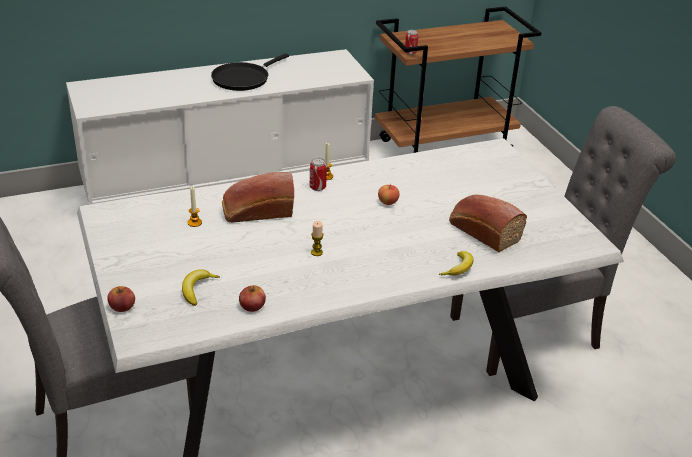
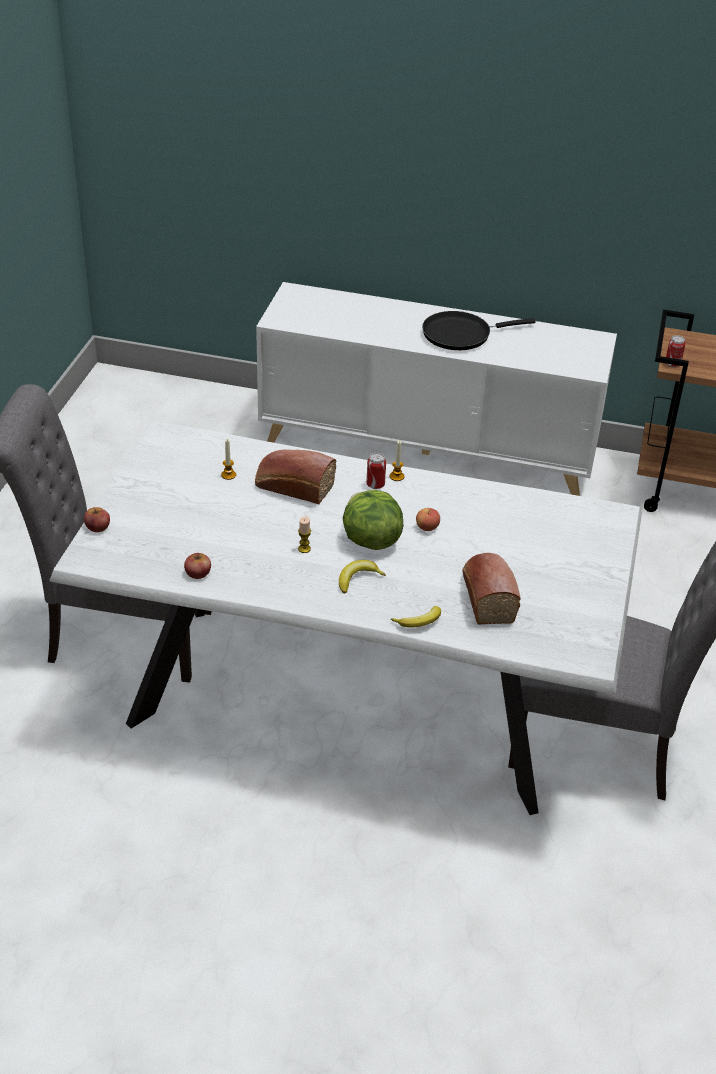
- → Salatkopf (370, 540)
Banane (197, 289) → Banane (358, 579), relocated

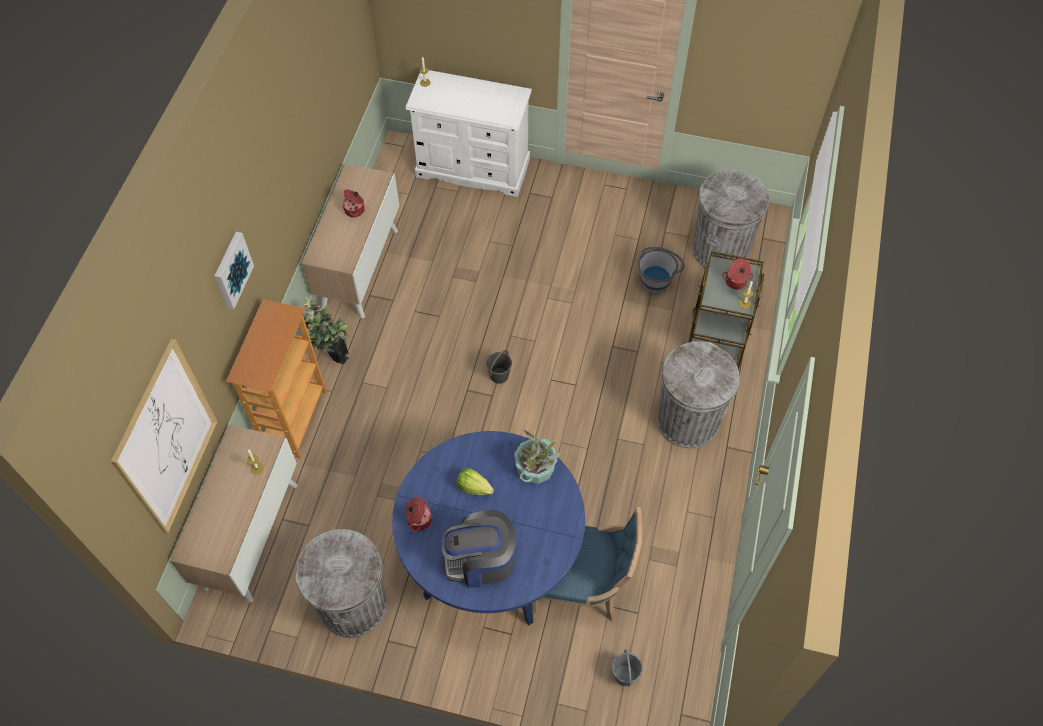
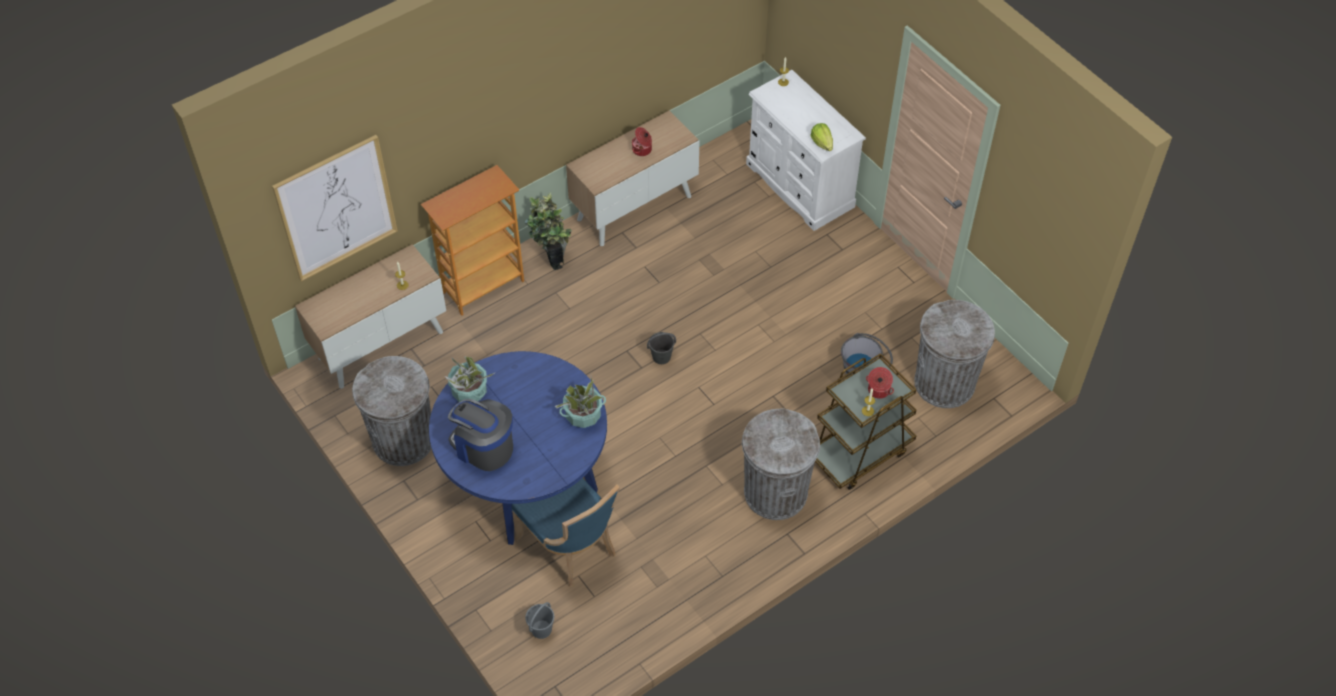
Bild (231, 270) → -
Salatkopf (474, 487) → Salatkopf (822, 143), relocated
Kochtopf (418, 519) → Topfpflanze (469, 390)

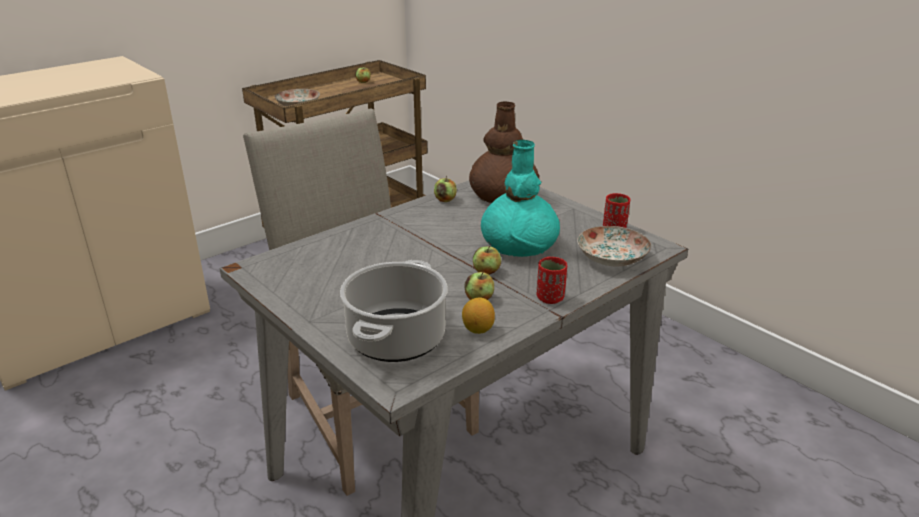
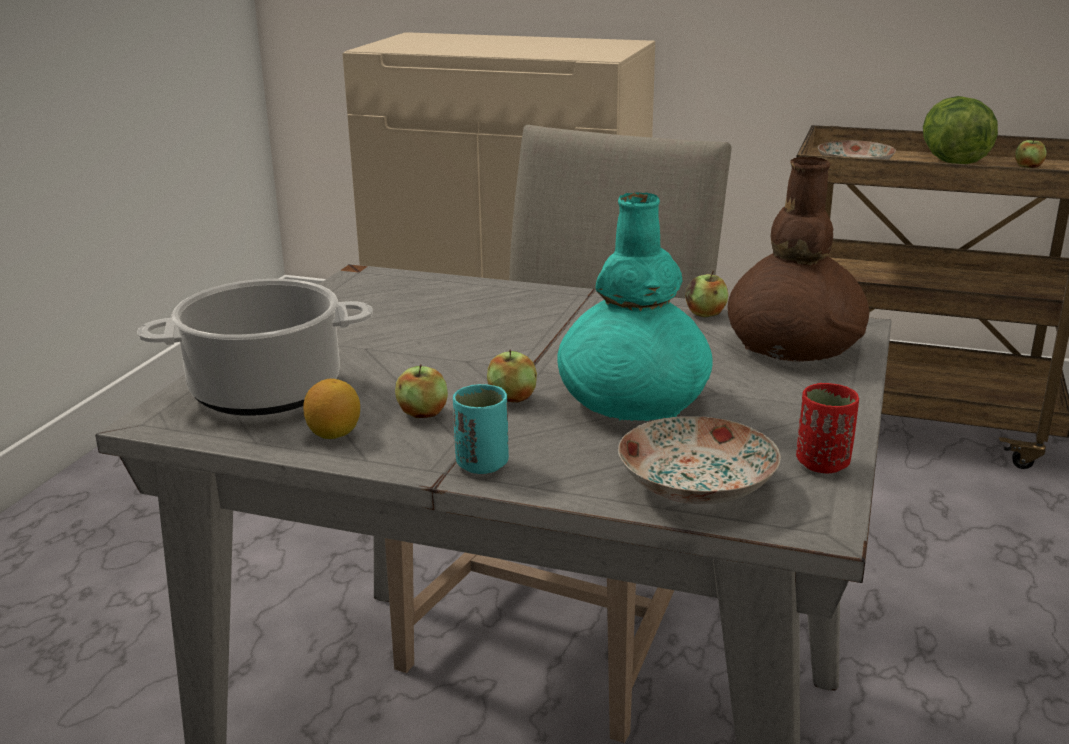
- → Salatkopf (952, 161)
Tasse [rot] (550, 298) → Tasse [türkis] (482, 464)

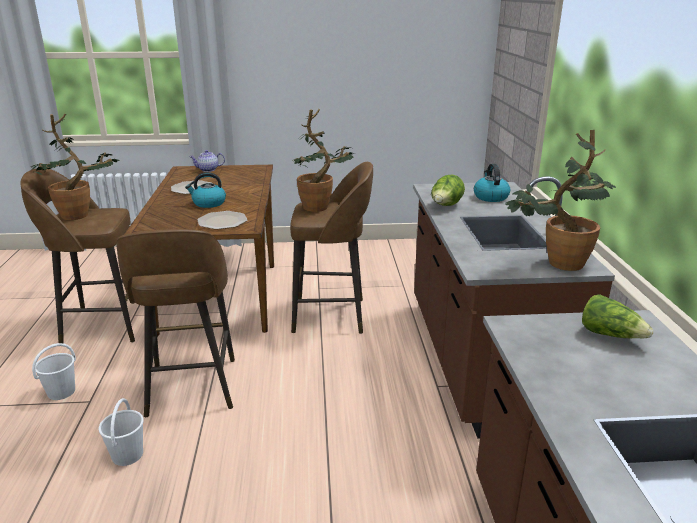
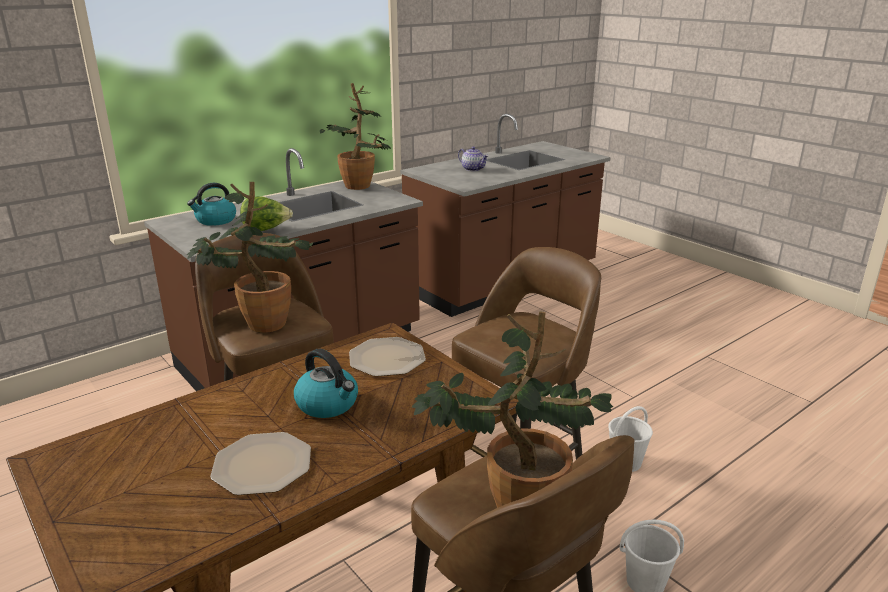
Salatkopf (610, 335) → -
Teekanne (208, 170) → Teekanne (473, 169), relocated

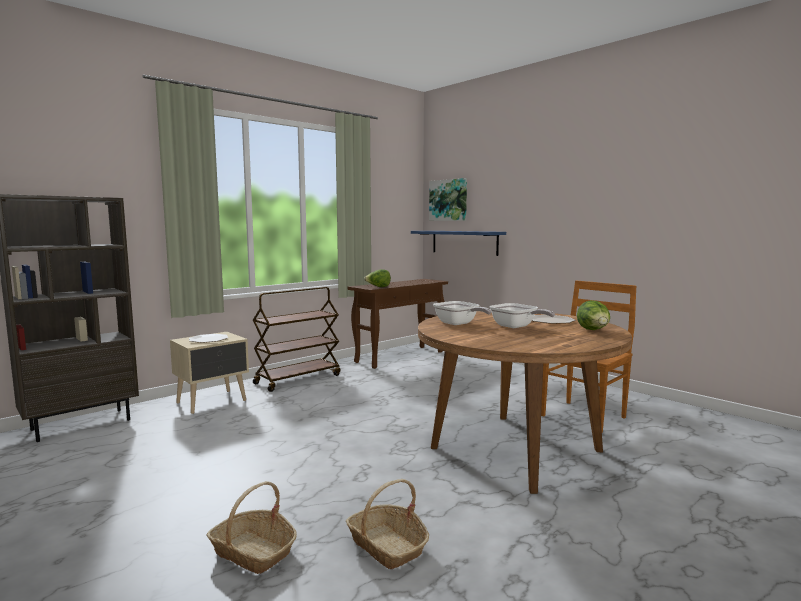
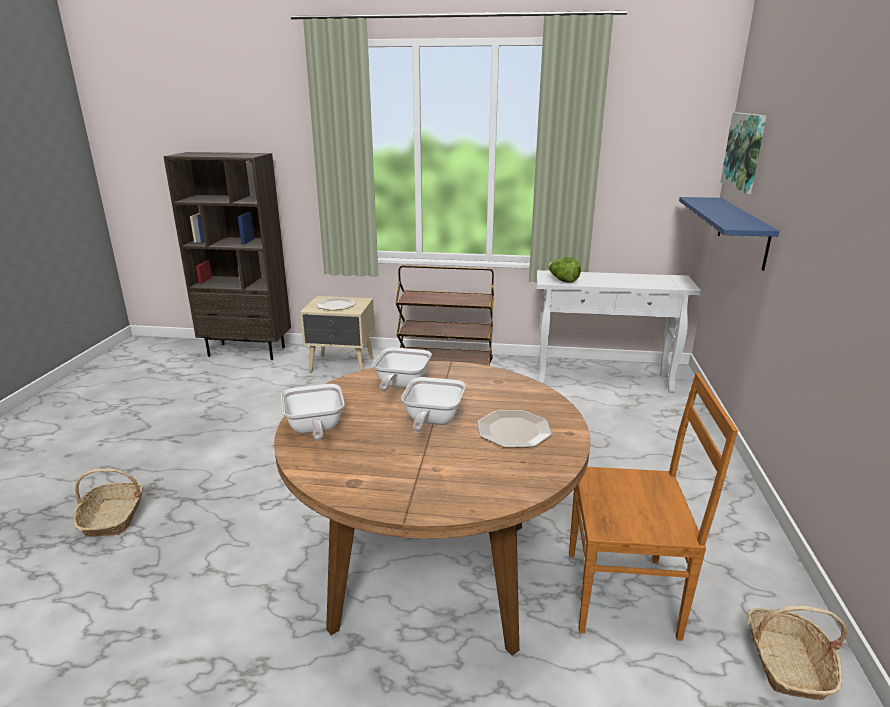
Salatkopf (593, 331) → -
- → Pfanne (314, 429)
Korb (387, 546) → Korb (787, 663), relocated
Konsolentisch [braun] (400, 357) → Konsolentisch [weiß] (604, 379)

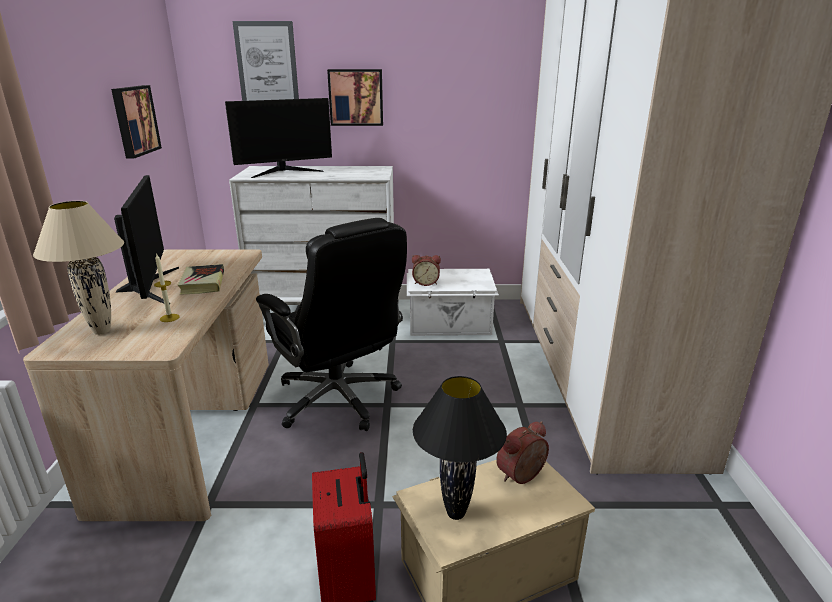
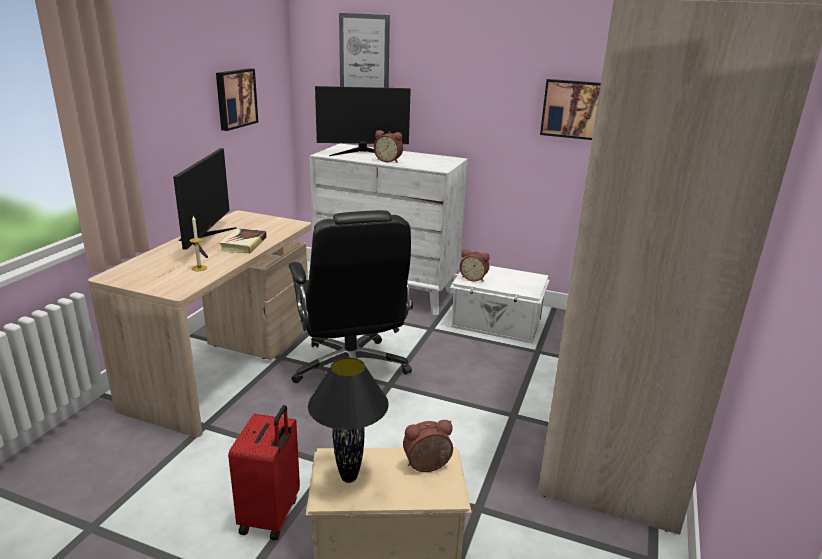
Tischlampe [beige] (101, 331) → -
- → Wecker (388, 160)
Bild (356, 97) → Bild (571, 109), relocated

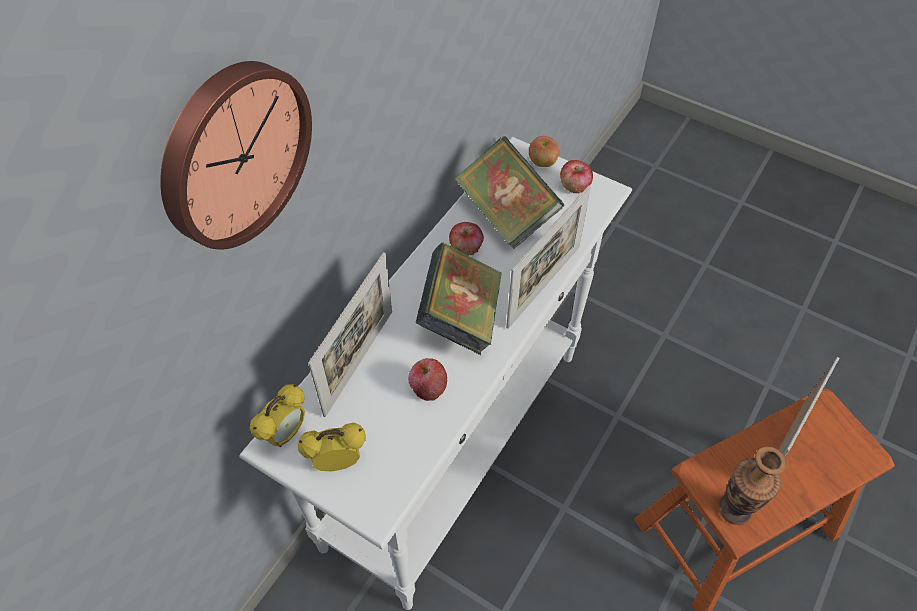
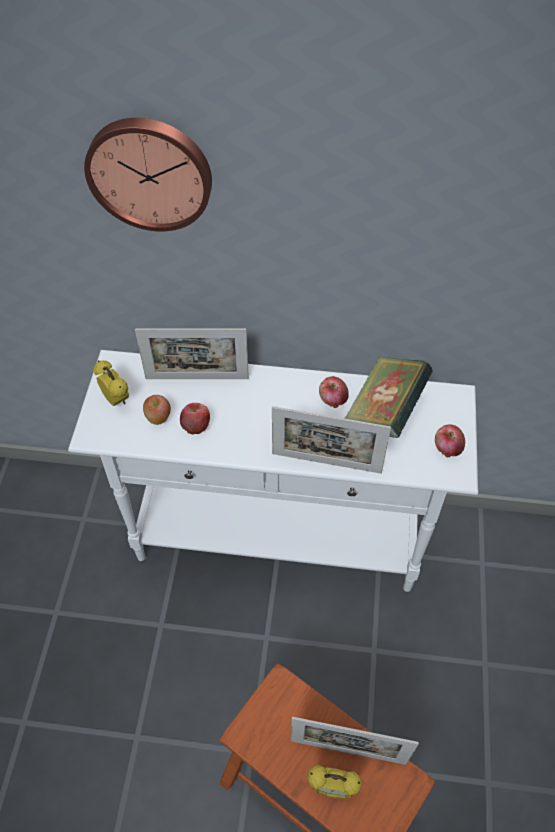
Buch (460, 317) → -
Vase (734, 509) → -
Wecker (285, 434) → Wecker (332, 788), relocated
Apfel (542, 163) → Apfel (158, 418), relocated

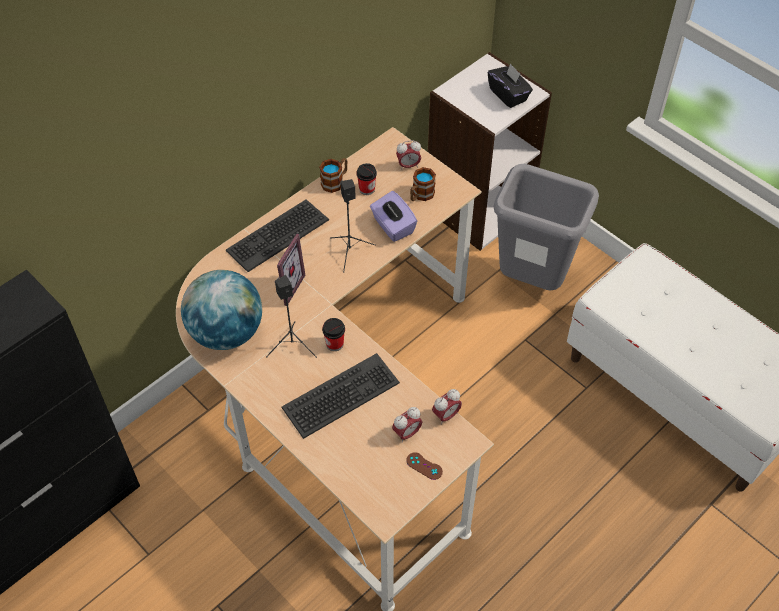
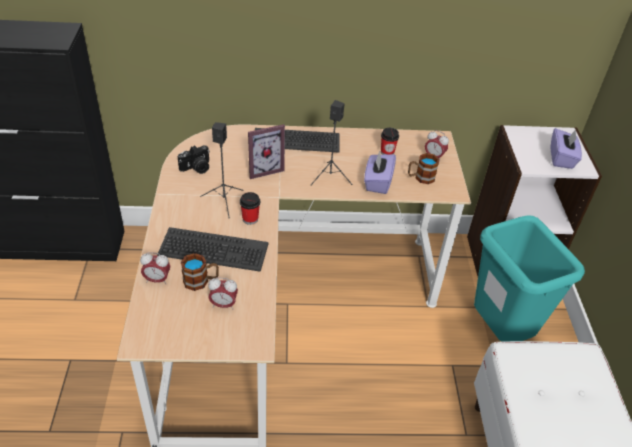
Gamepad [braun] (424, 466) → -
Henkelbecher (335, 181) → Henkelbecher (201, 281), relocated
Wecker (446, 415) → Wecker (157, 280), relocated
Globus (226, 332) → Kamera (196, 168)
Taschentuchbox [schwarz] (508, 95) → Taschentuchbox [lila] (561, 158)
Mülleimer [grau] (532, 282) → Mülleimer [türkis] (499, 332)

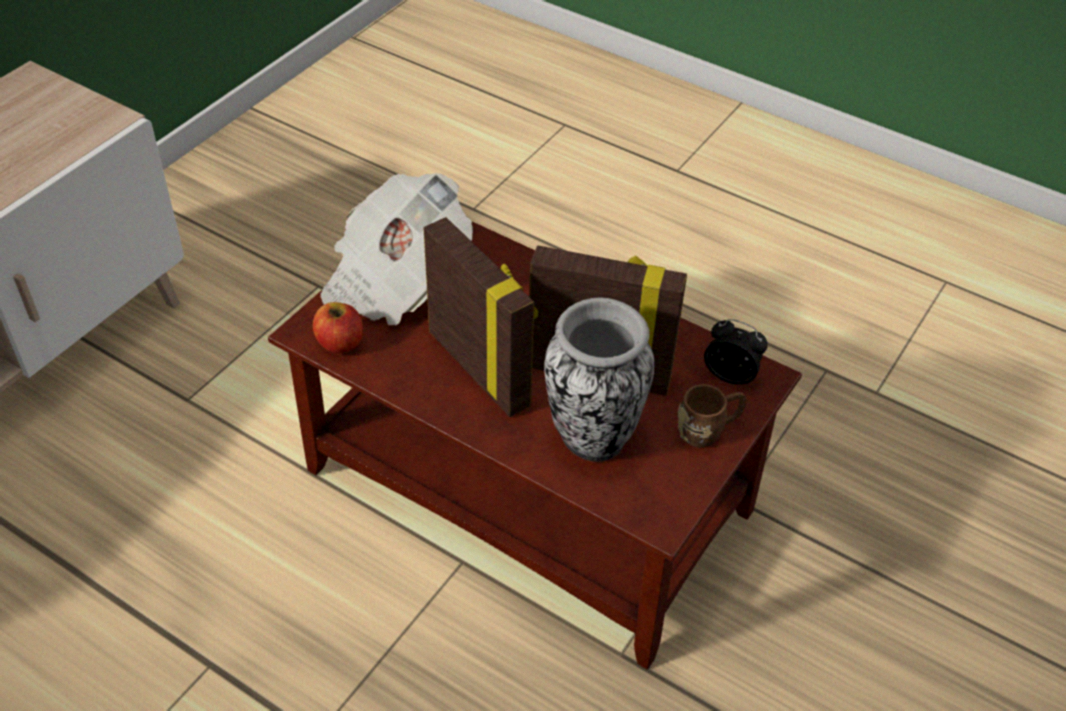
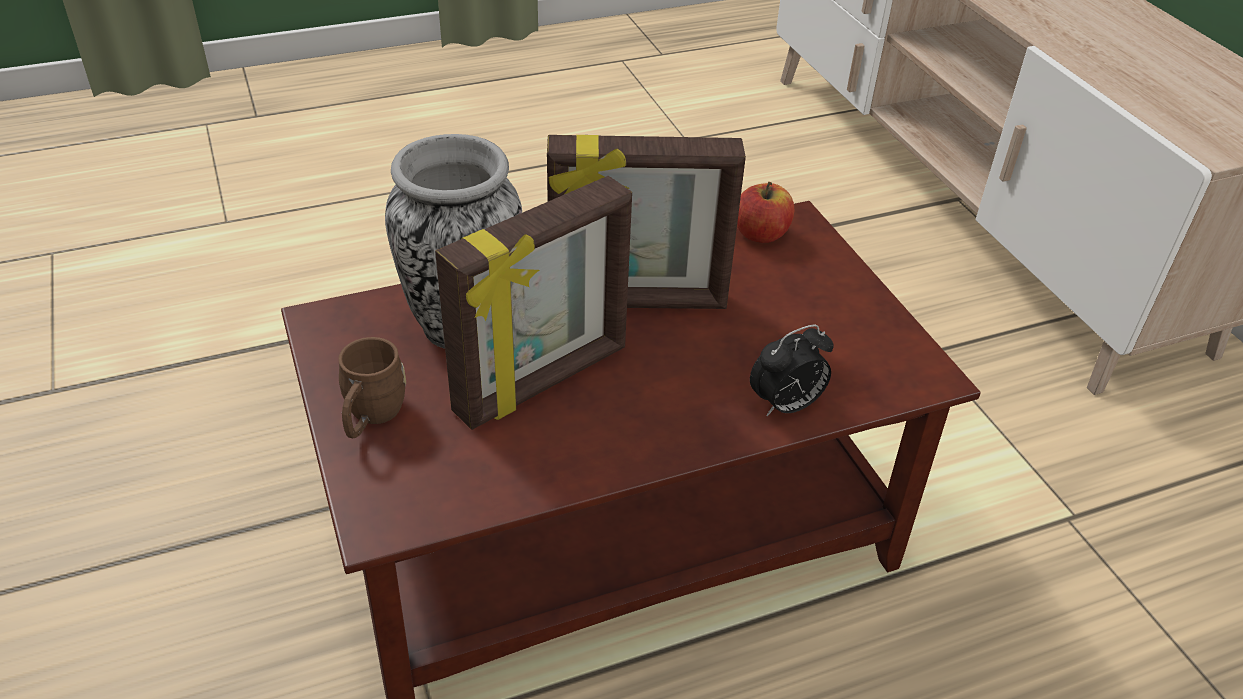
Zeitung (395, 279) → -
Wecker (731, 375) → Wecker (786, 405), relocated

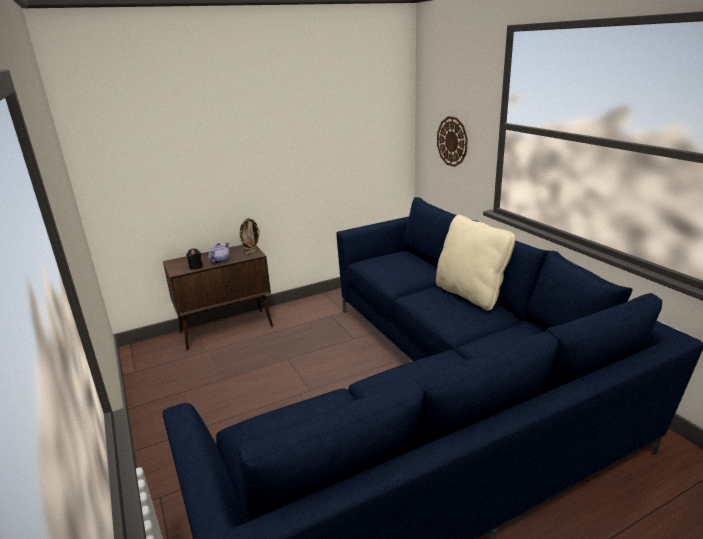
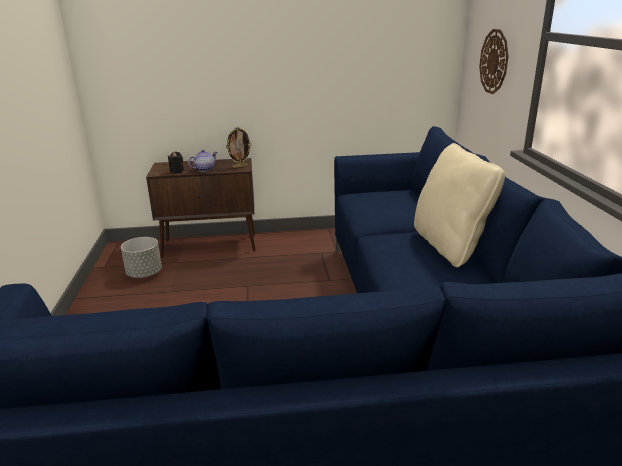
- → Pflanzkübel [grau] (144, 273)

